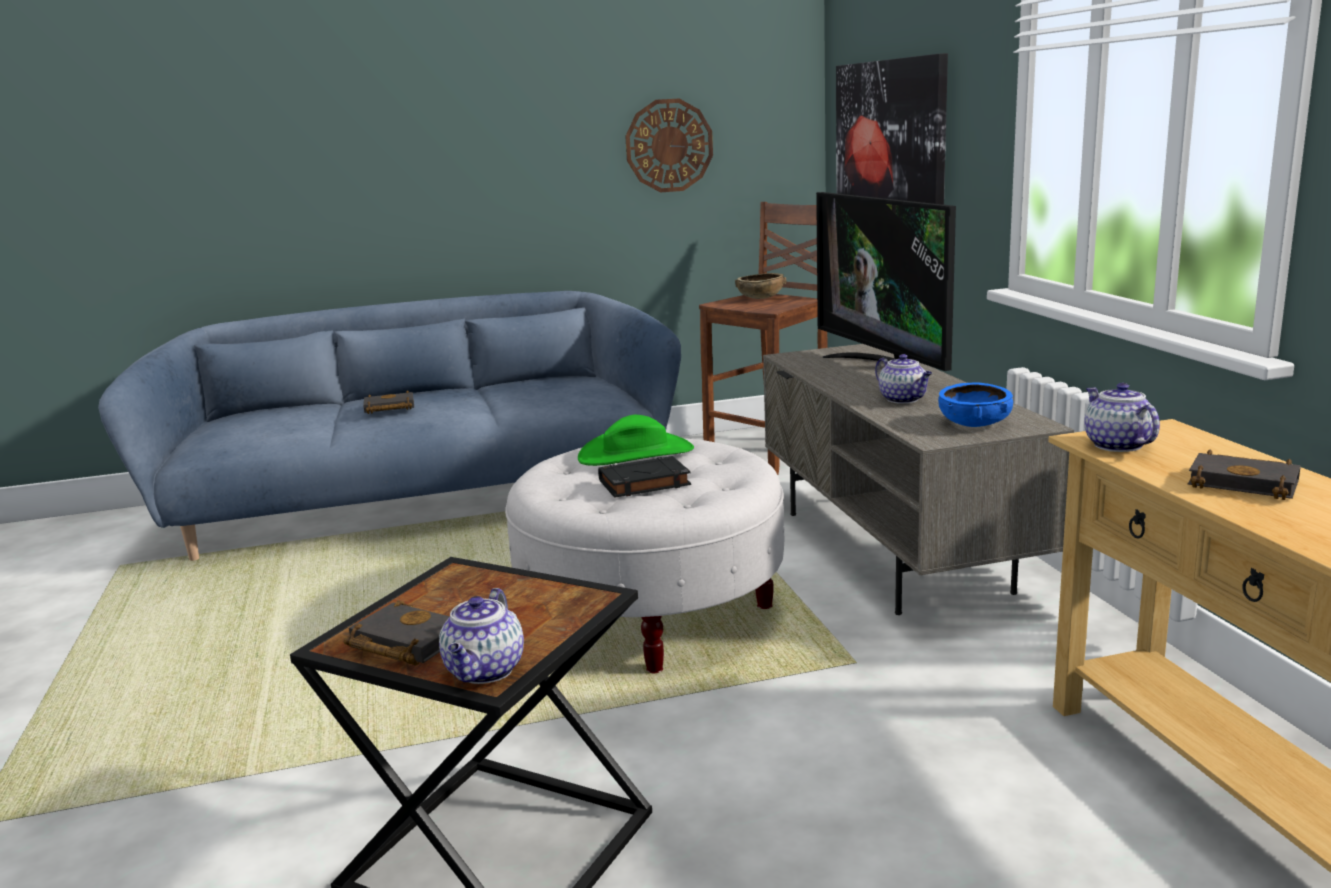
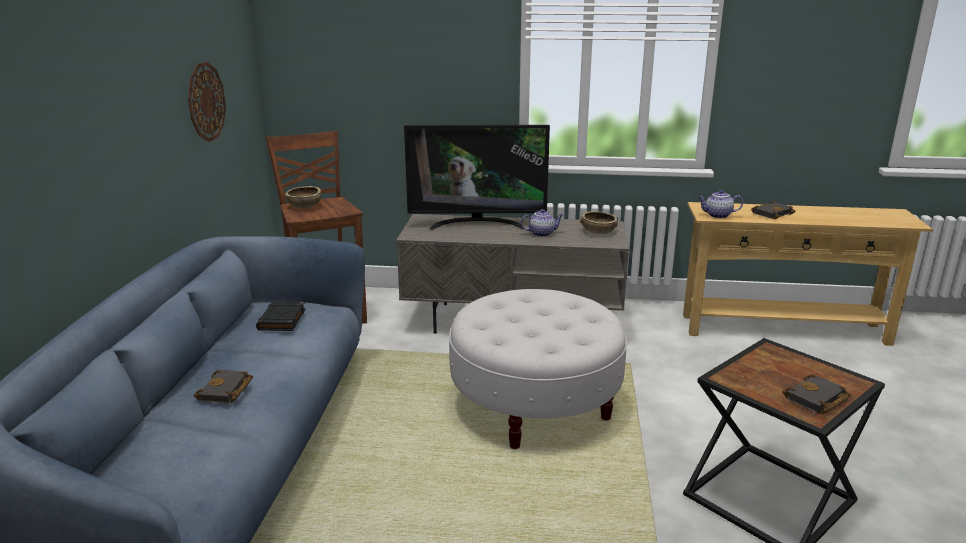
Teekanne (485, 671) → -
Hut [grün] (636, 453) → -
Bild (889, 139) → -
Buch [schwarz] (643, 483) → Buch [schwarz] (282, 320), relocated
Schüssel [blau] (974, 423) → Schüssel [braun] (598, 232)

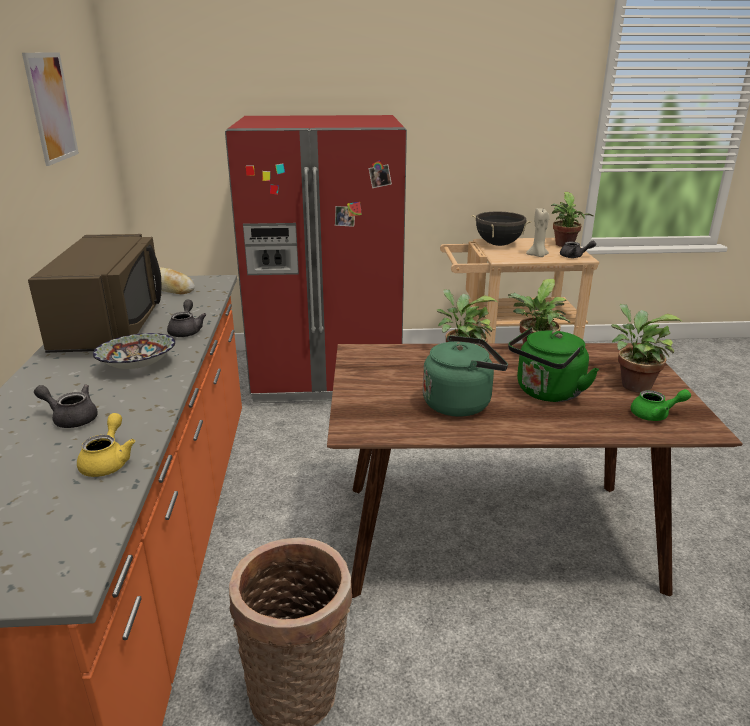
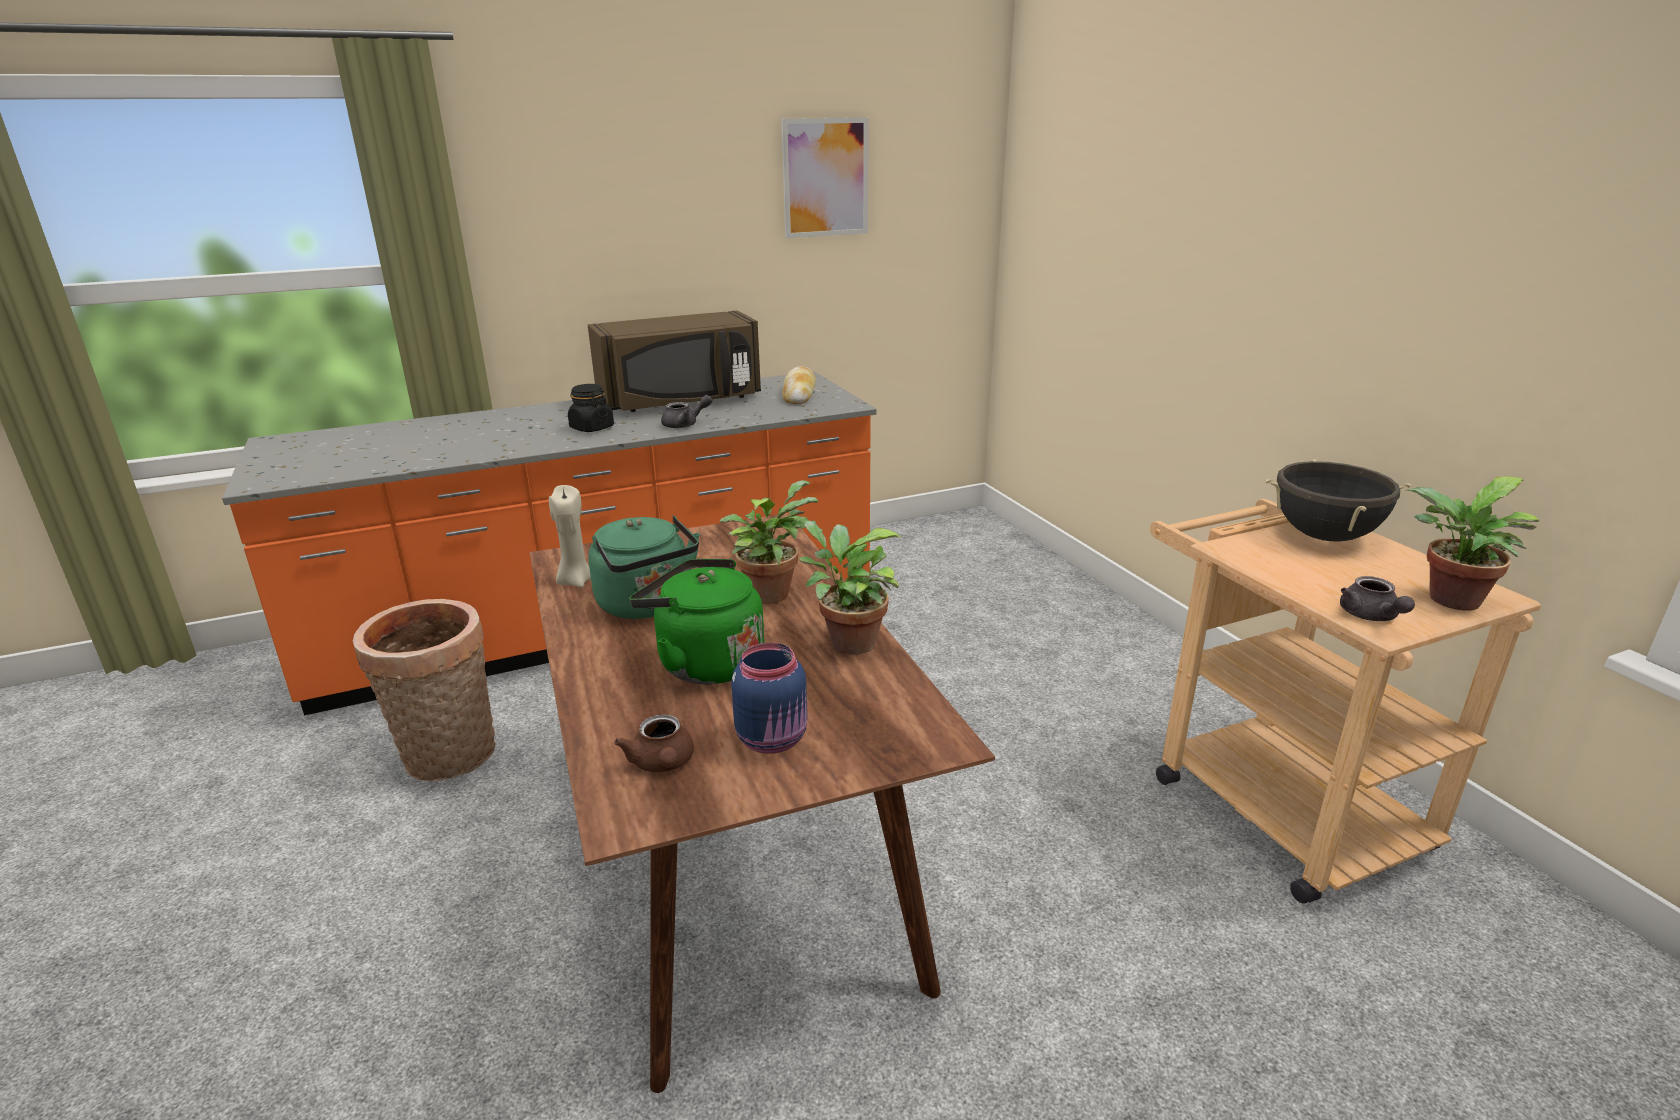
Teekanne [grau] (71, 418) → -
Teekanne [gelb] (108, 461) → -
Kühlschrank [rot] (327, 376) → -
Kerze [beige] (537, 256) → Kerze [beige] (575, 581), relocated
Schüssel (138, 366) → Vorratsglas [schwarz] (591, 428)
Topfpflanze (632, 384) → Vorratsglas [blau] (774, 739)
Teekanne [grün] (655, 415) → Teekanne [braun] (662, 764)

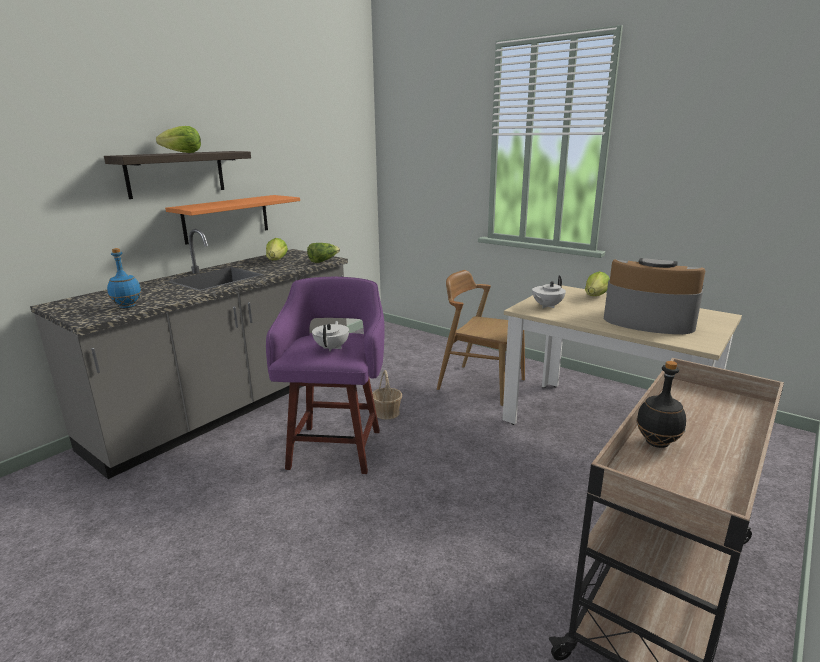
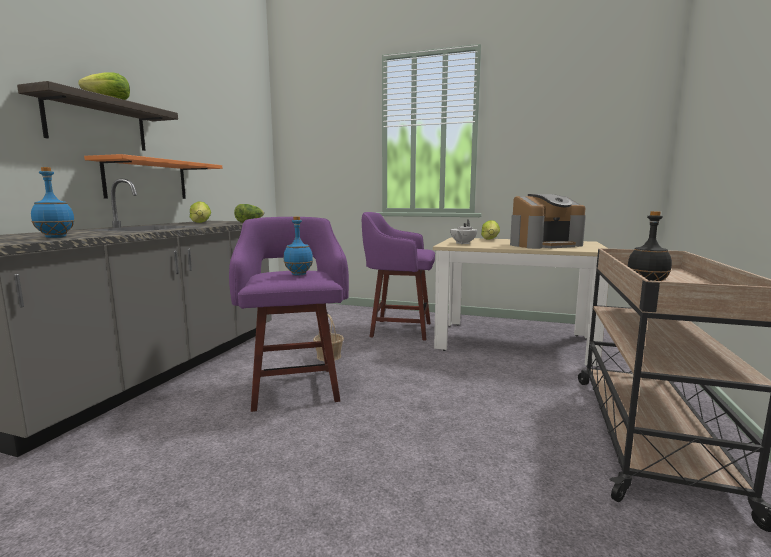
Teekanne [weiß] (332, 348) → Flasche [blau] (299, 274)
Stuhl [braun] (481, 384) → Hocker [lila] (398, 329)
Kaffeemaschine (648, 321) → Kaffeemaschine (544, 245), 150 degrees clockwise

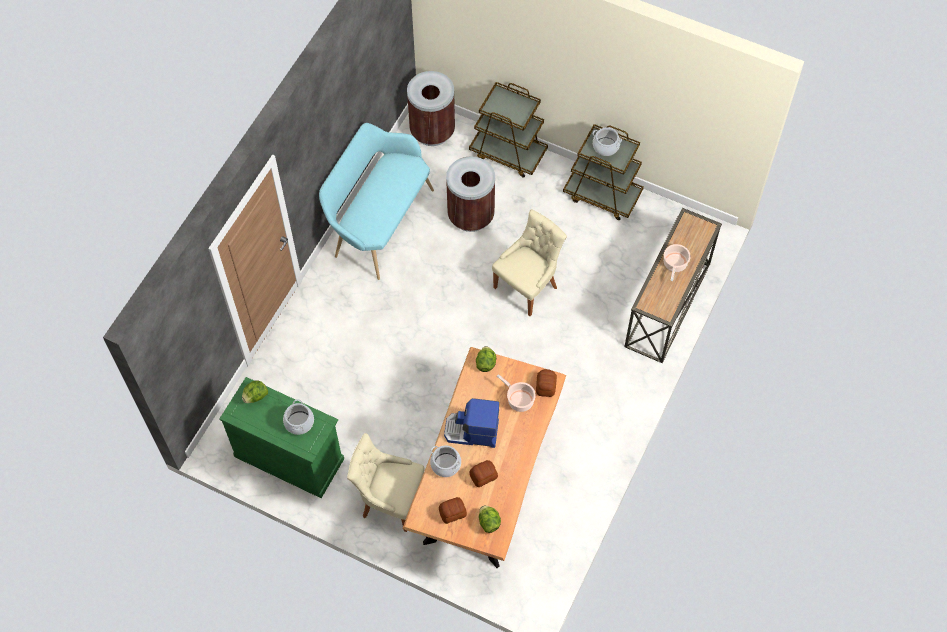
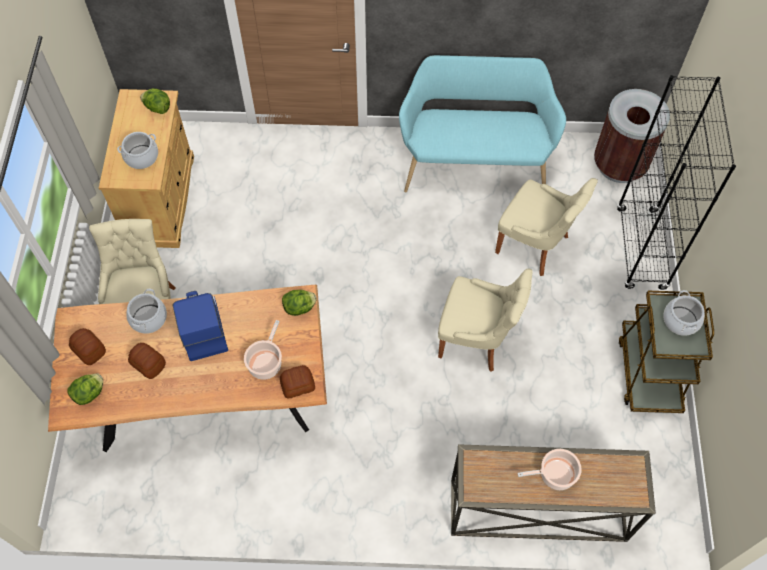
Mülleimer [braun] (471, 216) → Stuhl [beige] (535, 245)
Rollwagen [braun] (508, 153) → Bücherregal [schwarz] (641, 249)
Schrank [grün] (289, 457) → Schrank [beige] (161, 200)

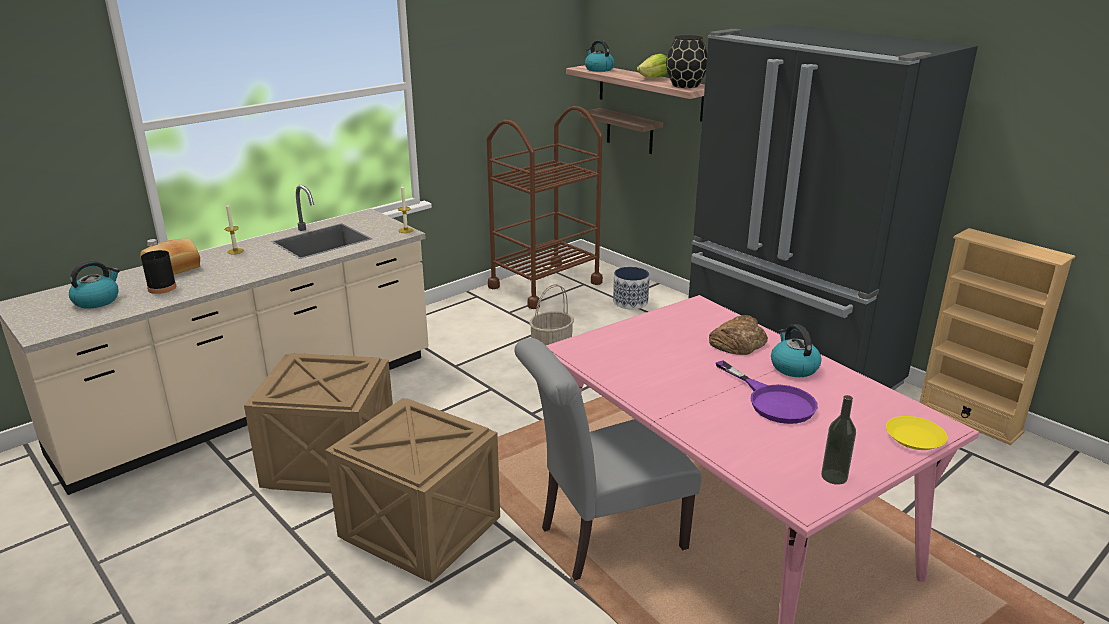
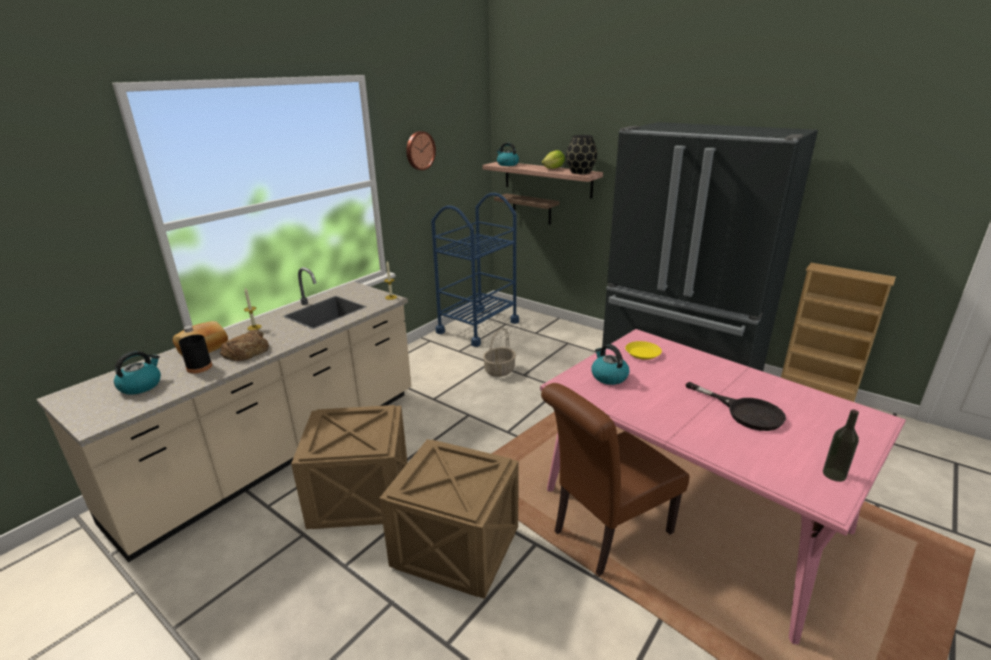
Pflanzkübel (630, 302) → -
- → Wanduhr (419, 150)
Brot (737, 342) → Brot (246, 351), relocated
Wasserkessel (793, 367) → Wasserkessel (608, 376), relocated
Teller [gelb] (915, 438) → Teller [gelb] (643, 353), relocated
Rollwagen [braun] (545, 285) → Rollwagen [blau] (478, 327)
Stuhl [grau] (603, 540) → Stuhl [braun] (606, 535)
Pfanne [lila] (773, 401) → Pfanne [schwarz] (745, 412)

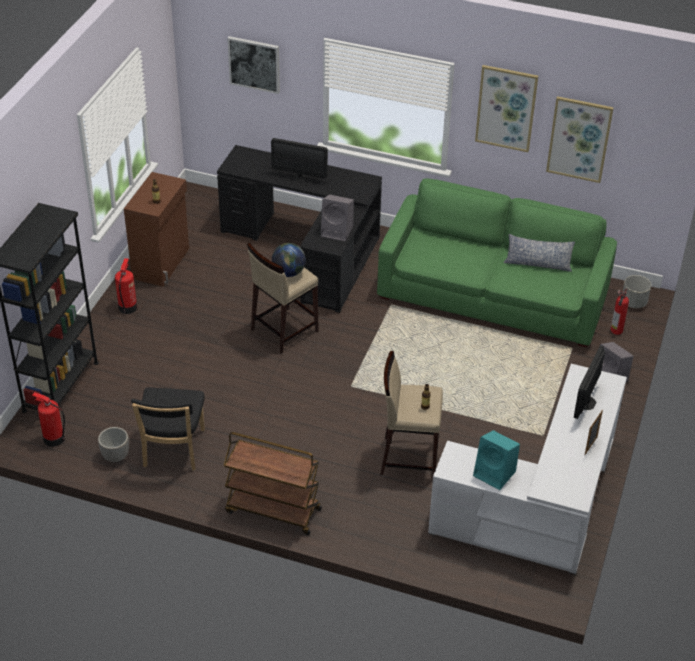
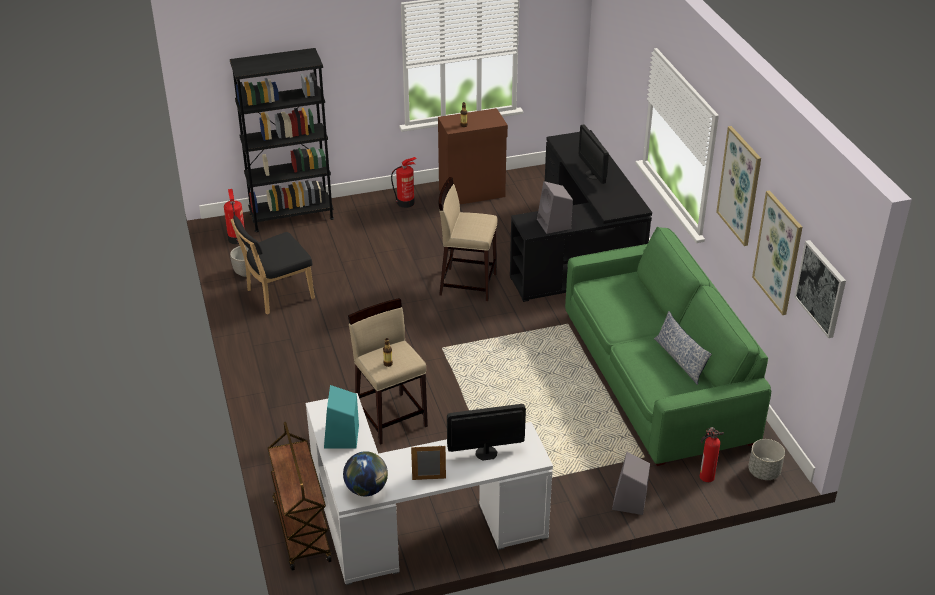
Rollwagen [braun] (272, 511) → Rollwagen [braun] (301, 530), relocated
Bild (254, 64) → Bild (821, 288), relocated
Globus (289, 272) → Globus (366, 489), relocated

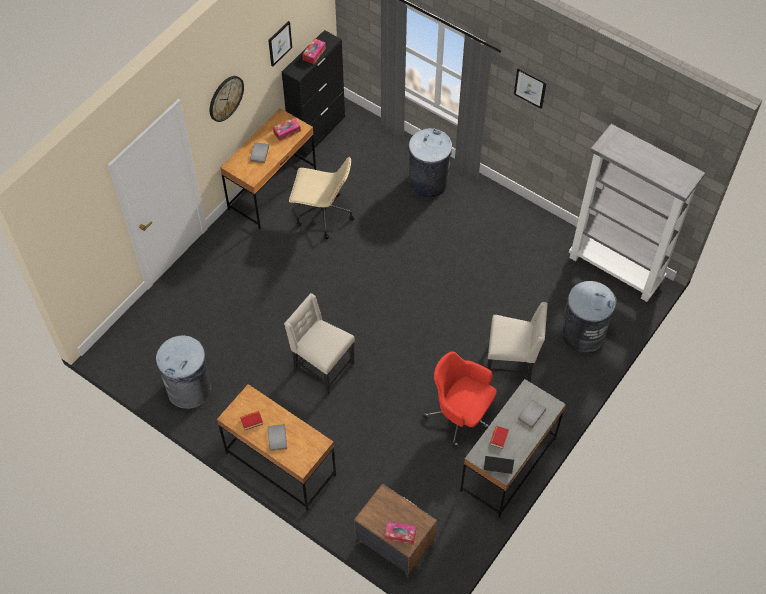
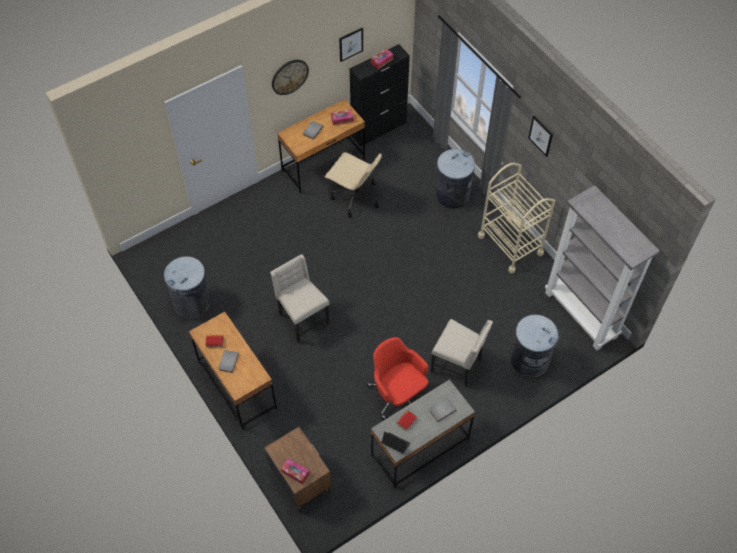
- → Rollwagen [beige] (510, 244)

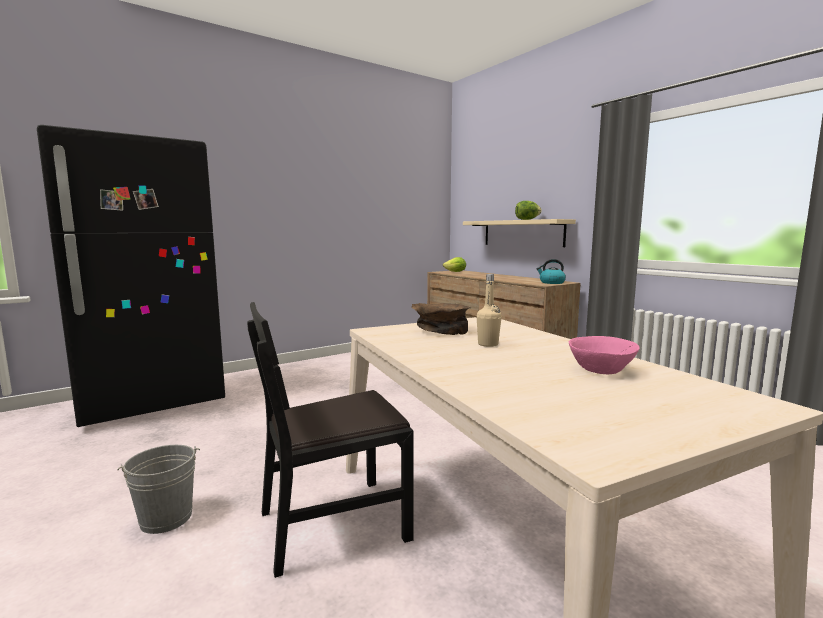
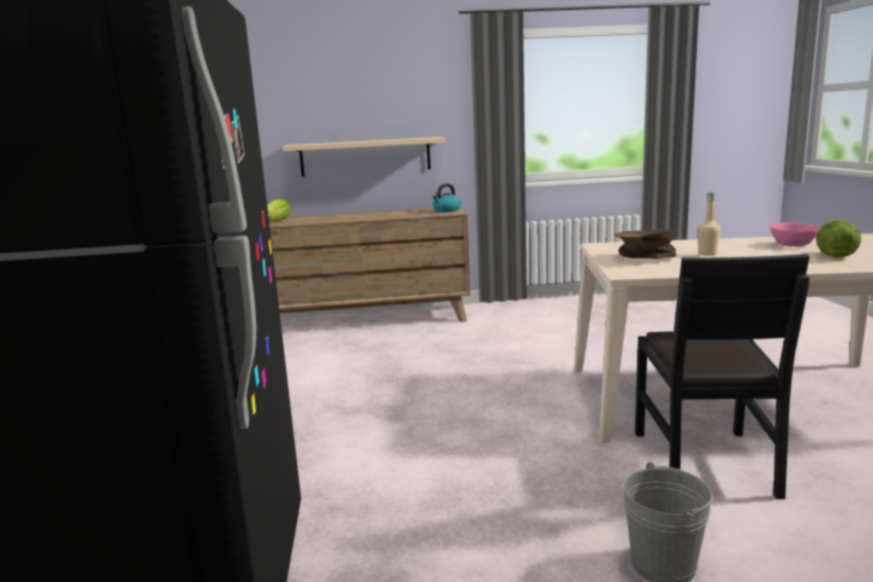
Salatkopf (527, 219) → Salatkopf (835, 256), relocated

